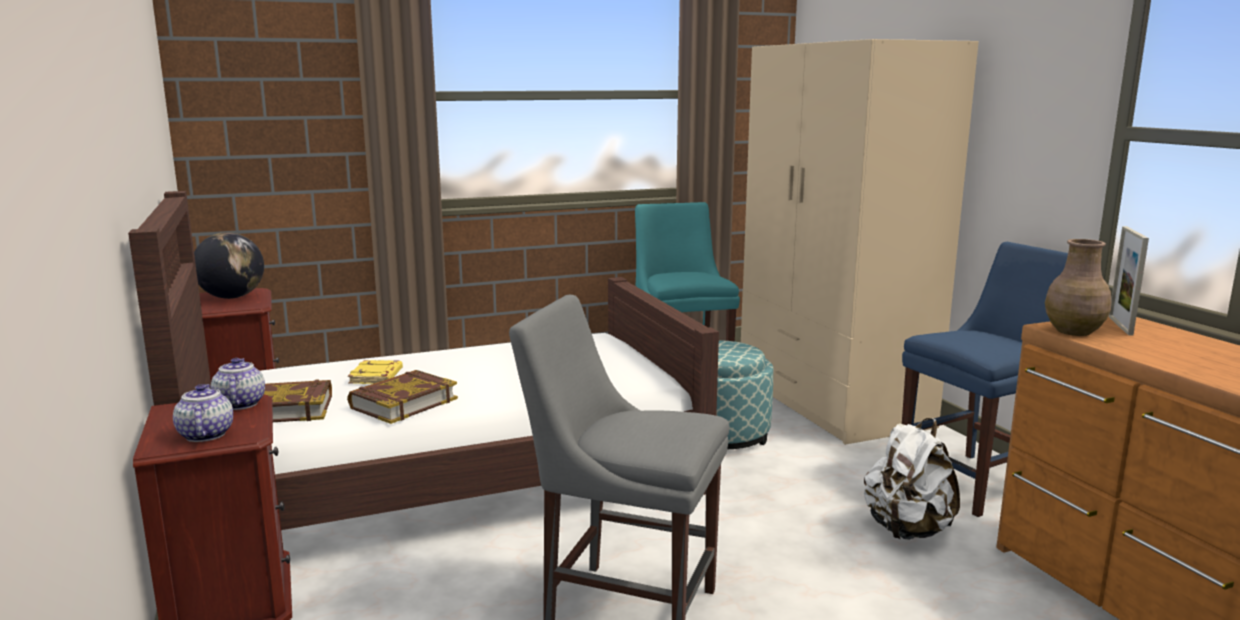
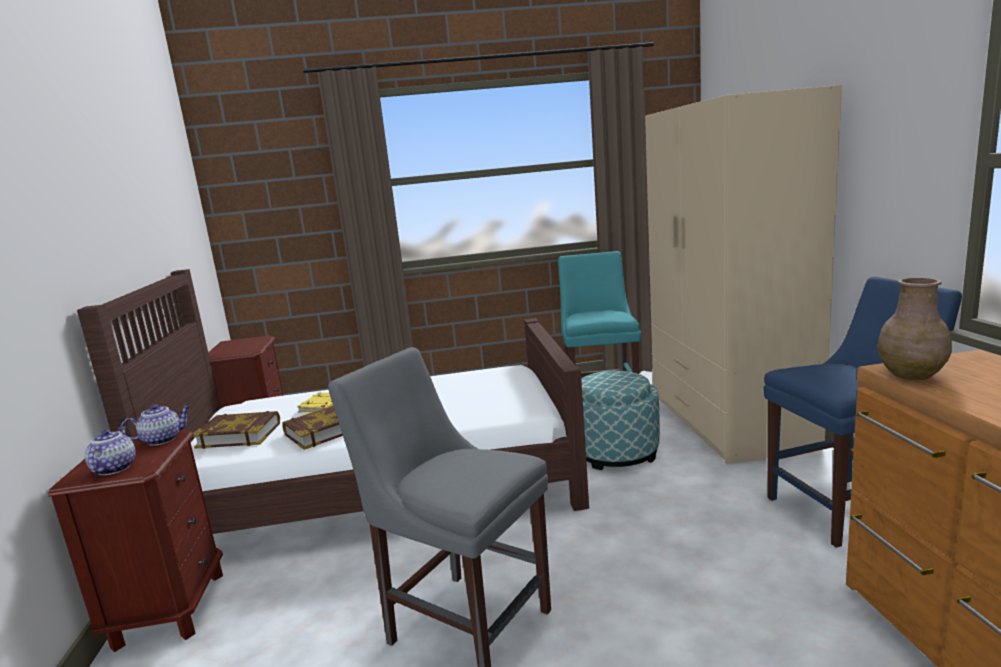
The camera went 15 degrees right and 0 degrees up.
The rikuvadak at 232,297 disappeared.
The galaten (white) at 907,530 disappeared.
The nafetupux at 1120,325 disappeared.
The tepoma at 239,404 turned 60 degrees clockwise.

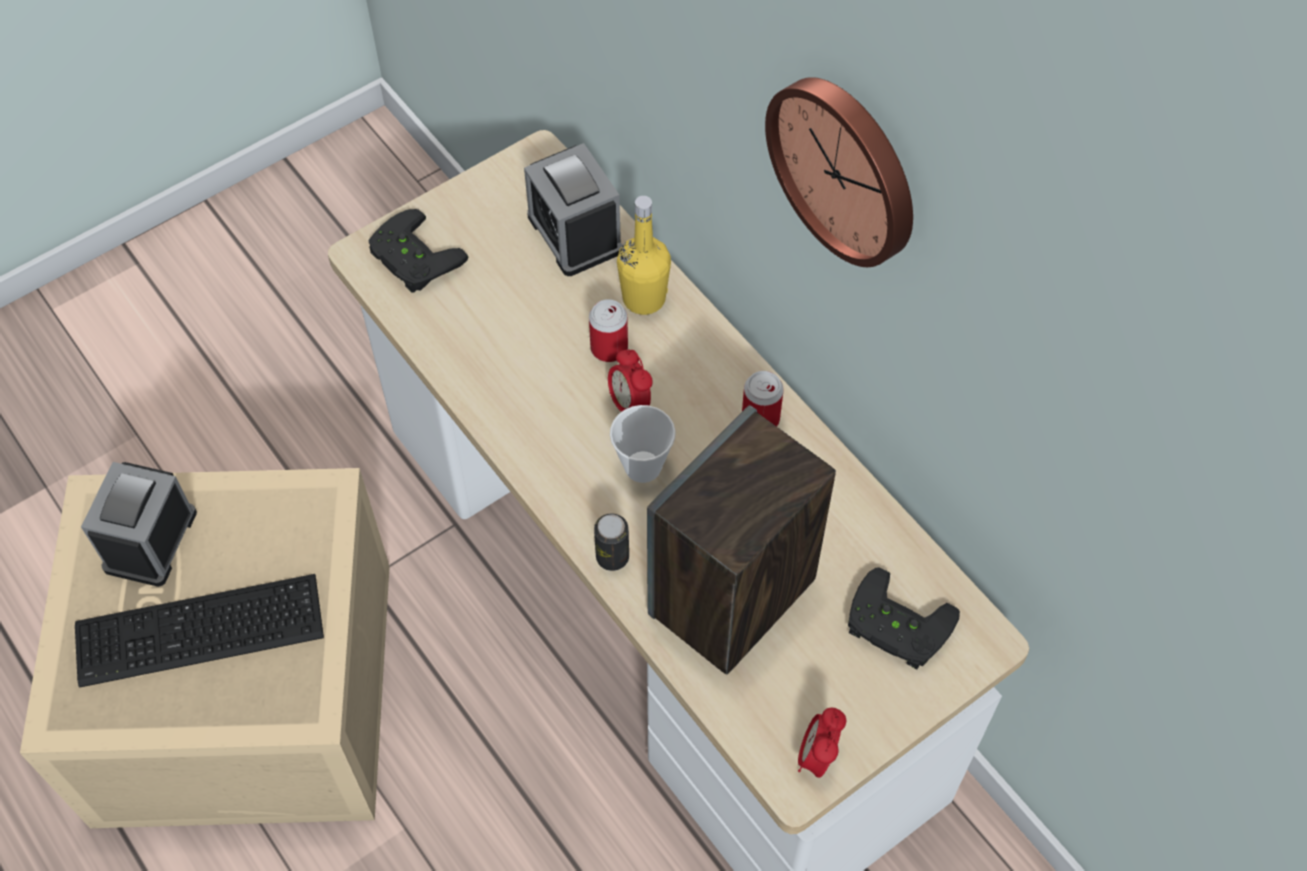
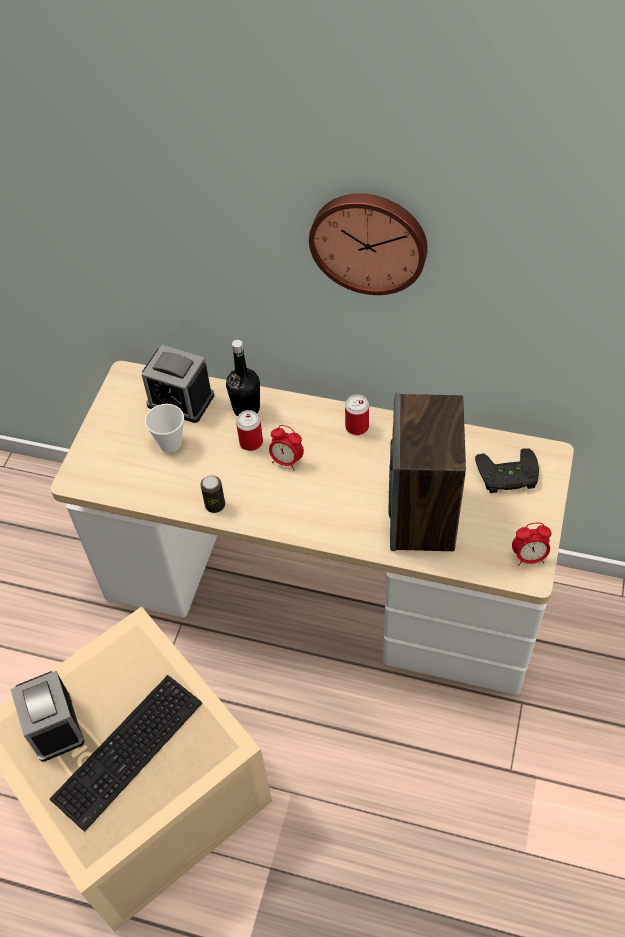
The camera went 35 degrees left and 5 degrees down.
The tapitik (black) at 411,259 disappeared.
The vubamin moved from 612,557 to 215,505.
The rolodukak moved from 643,466 to 170,443.
The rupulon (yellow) at 644,298 became the rupulon (black) at 246,408.
The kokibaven at 817,756 turned 75 degrees counterclockwise.

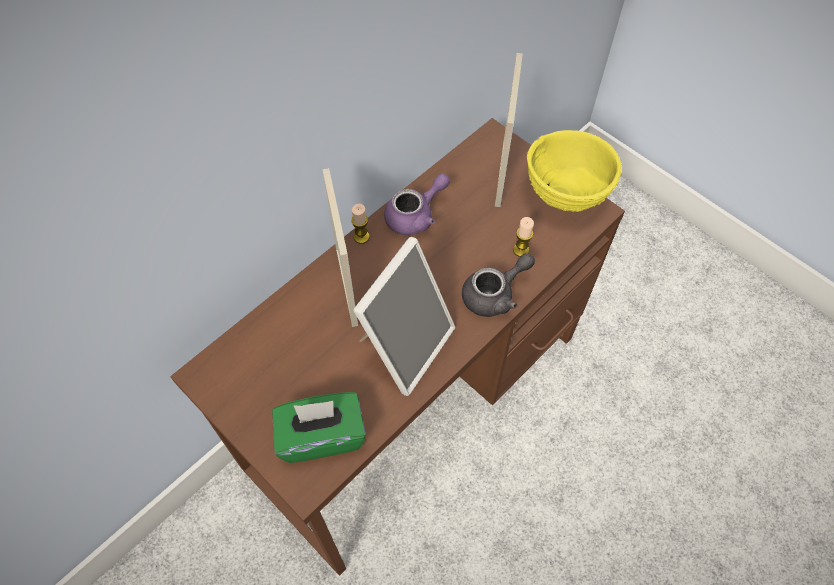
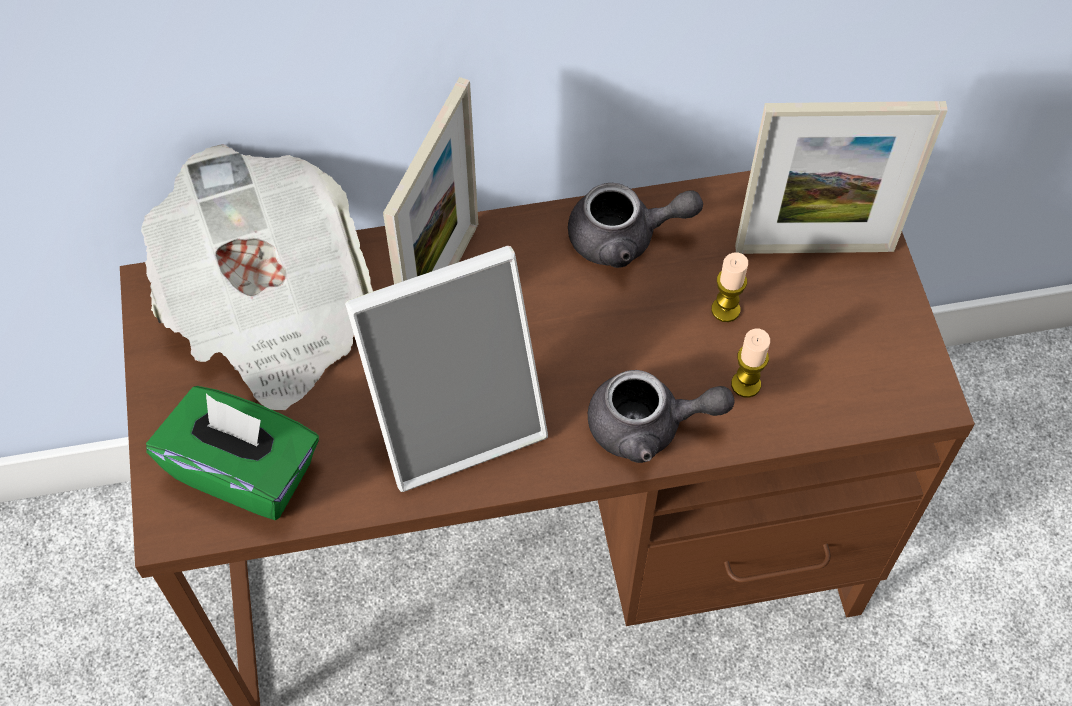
The camera went 35 degrees right and 0 degrees up.
The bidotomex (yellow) at 565,196 disappeared.
The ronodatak at 271,310 appeared.
The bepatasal moved from 361,237 to 725,309.
The tepoma (purple) at 415,215 became the tepoma (grey) at 625,238.
The nafetupux at 501,173 turned 45 degrees clockwise.

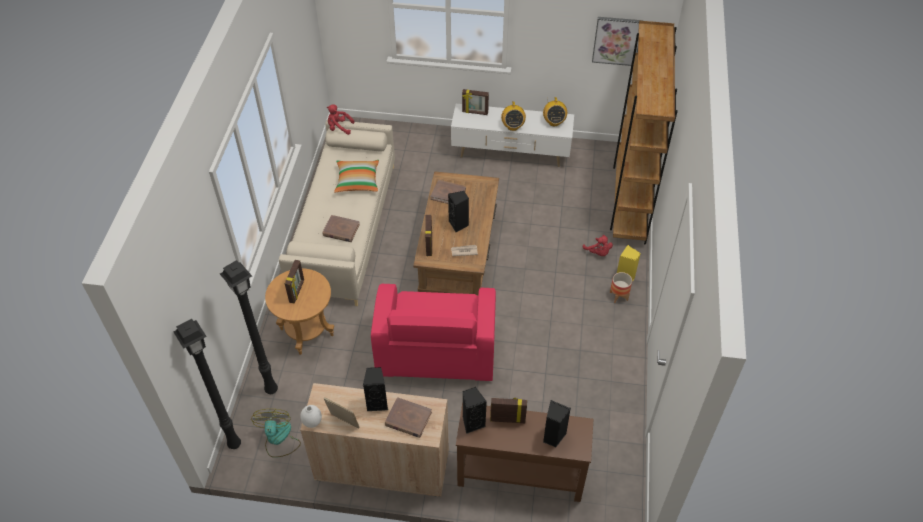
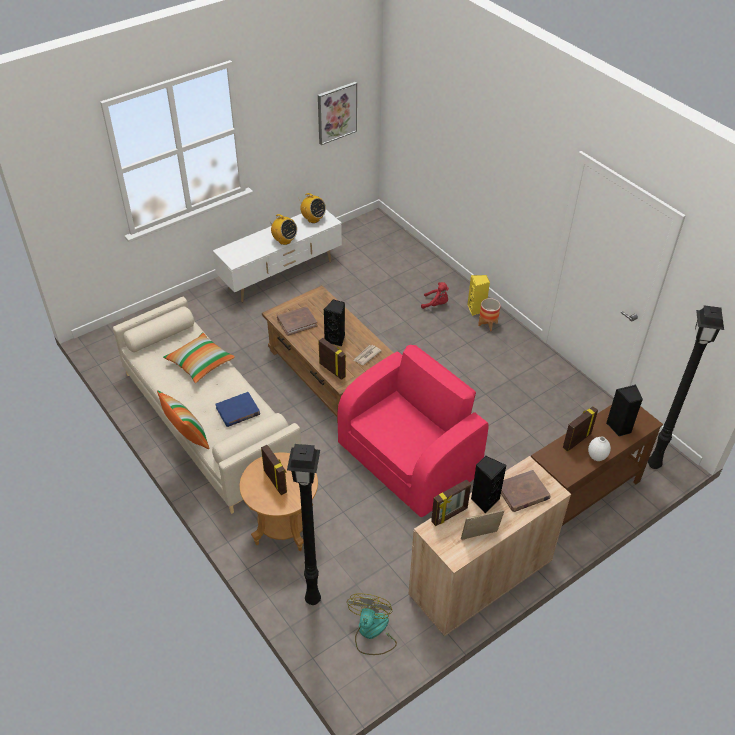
The camera went 45 degrees left and 5 degrees down.
The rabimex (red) at 339,127 disappeared.
The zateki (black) at 472,422 disappeared.
The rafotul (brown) at 629,200 disappeared.
The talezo at 187,436 appeared.
The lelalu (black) moved from 233,444 to 653,465.
The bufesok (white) moved from 312,423 to 596,457.
The nafetupux moved from 475,112 to 449,515.
The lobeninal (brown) at 341,230 became the lobeninal (blue) at 238,411.
The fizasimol at 278,439 turned 60 degrees clockwise.
The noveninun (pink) at 435,351 turned 90 degrees counterclockwise.

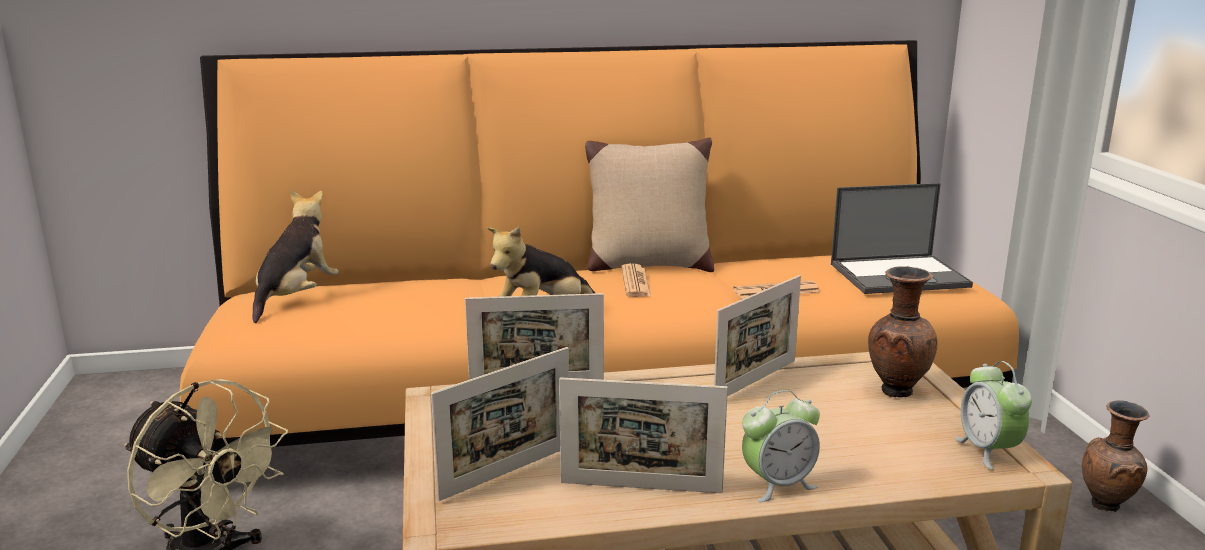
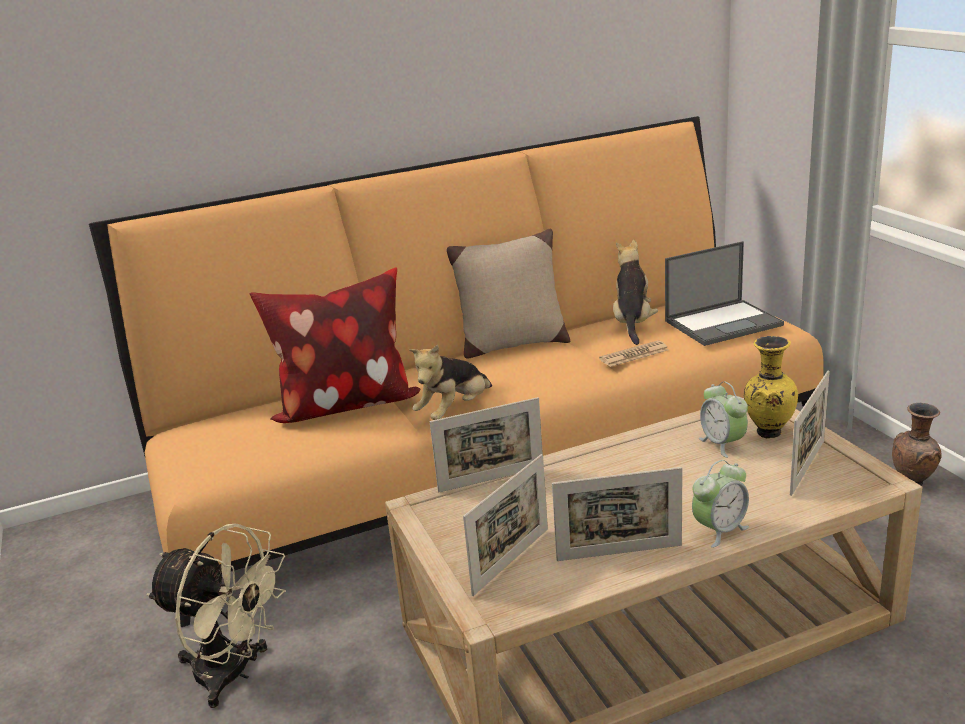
The camera went 10 degrees left and 5 degrees up.
The ronodatak at 635,282 disappeared.
The talezo at 345,405 appeared.
The rabimex moved from 296,297 to 632,323.
The nafetupux moved from 755,380 to 807,467.
The kokibaven moved from 988,450 to 722,444.
The bufesok (brown) at 895,391 became the bufesok (yellow) at 767,432.

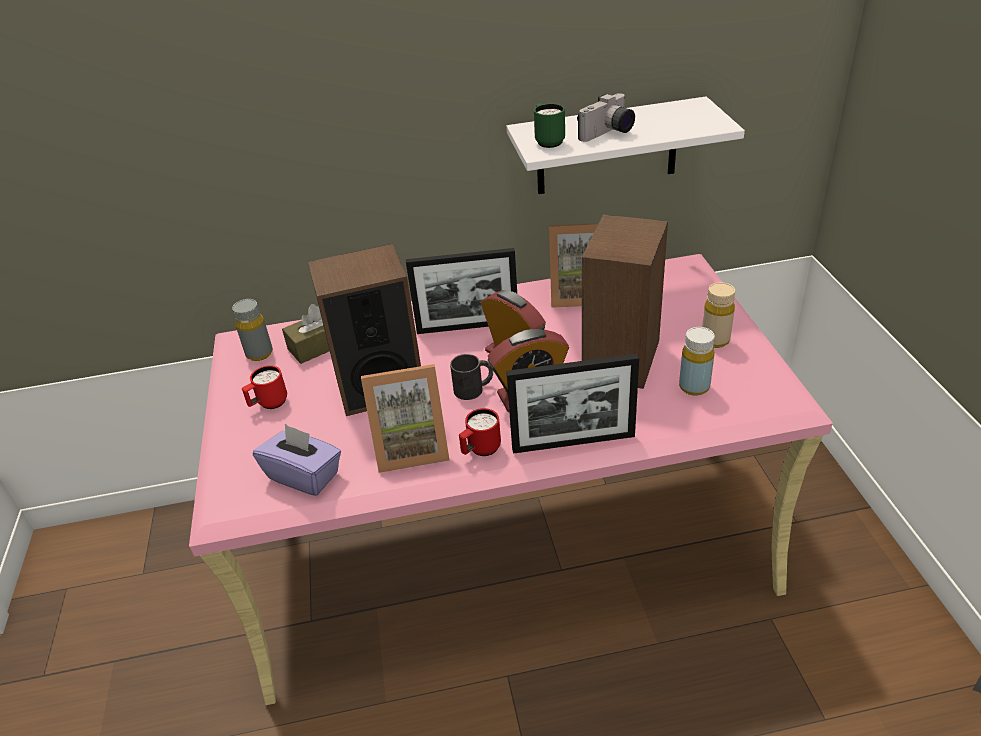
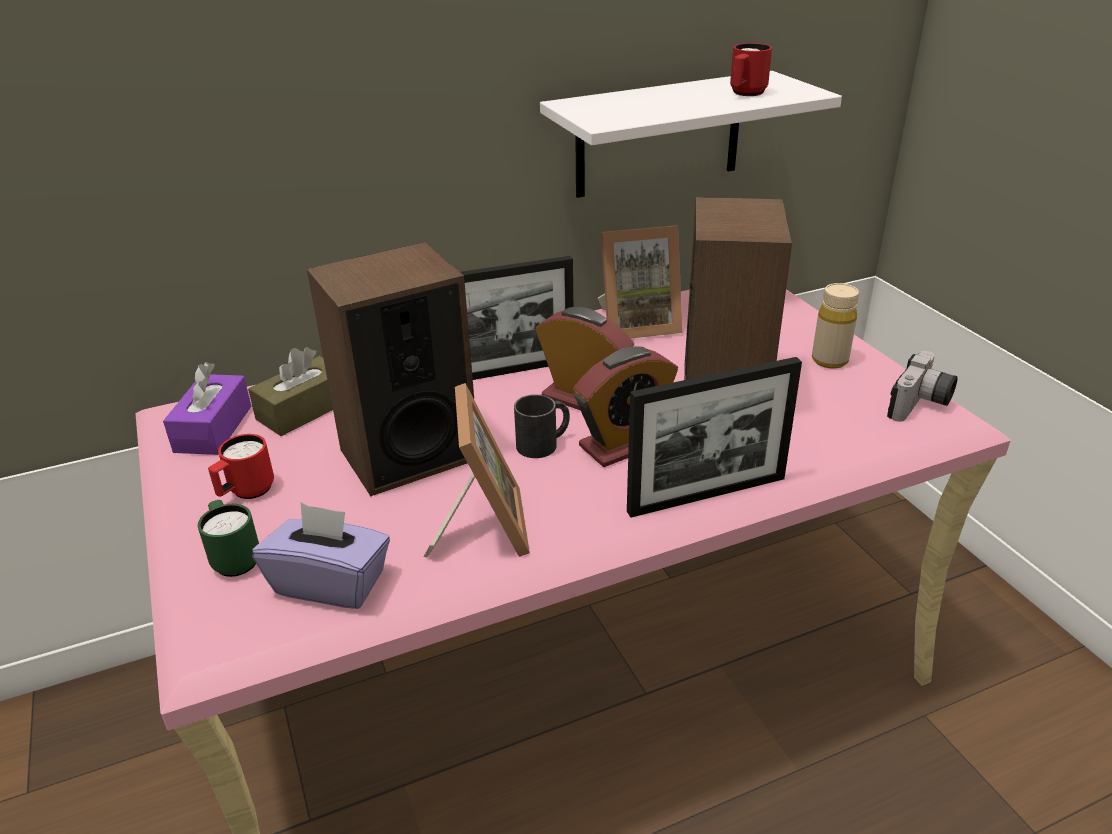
The camera went 15 degrees left and 5 degrees down.
The rupulon (yellow) at 694,387 disappeared.
The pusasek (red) moved from 480,450 to 745,94.
The pusasek (green) moved from 548,141 to 234,558.
The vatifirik moved from 608,133 to 921,405.
The rupulon (grey) at 259,353 was replaced by the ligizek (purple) at 213,429.
The nafetupux at 411,447 turned 75 degrees counterclockwise.

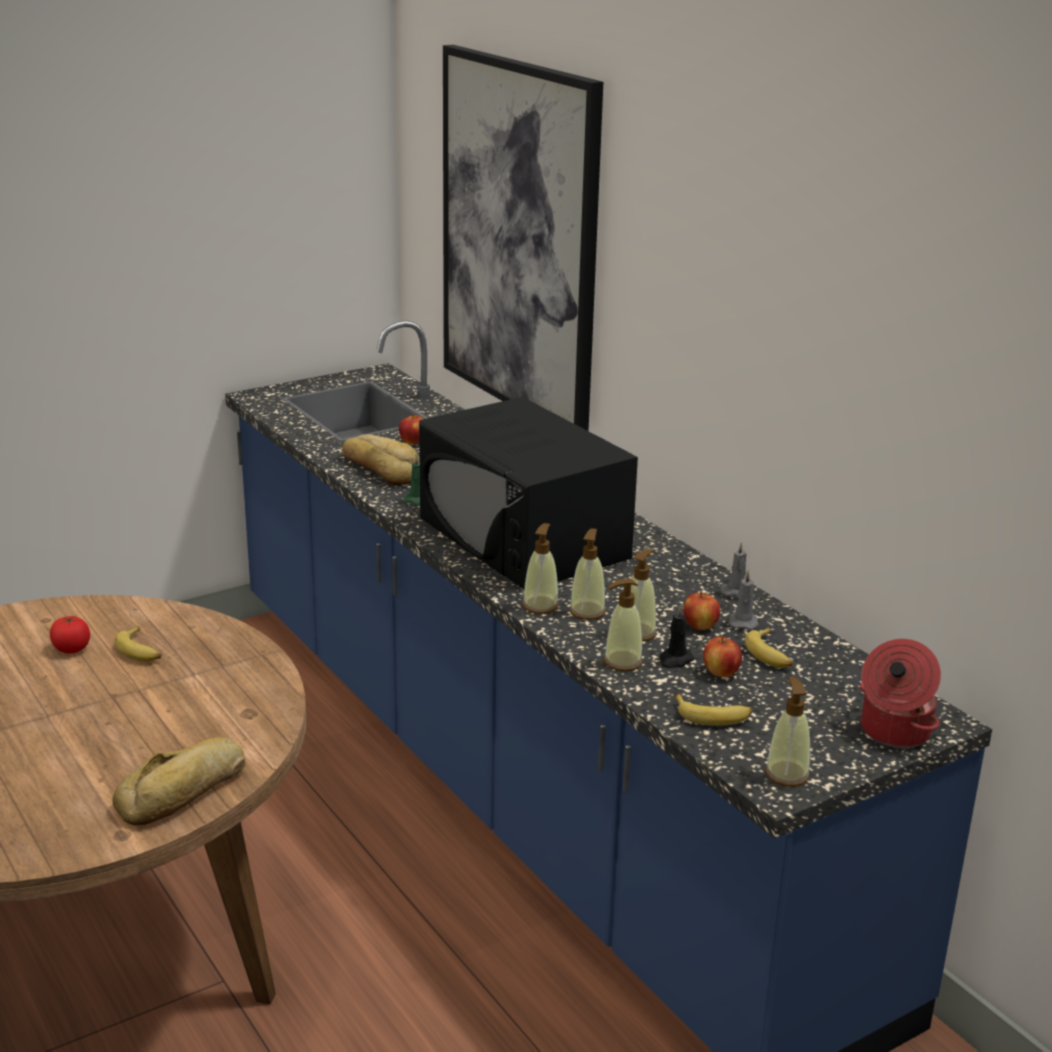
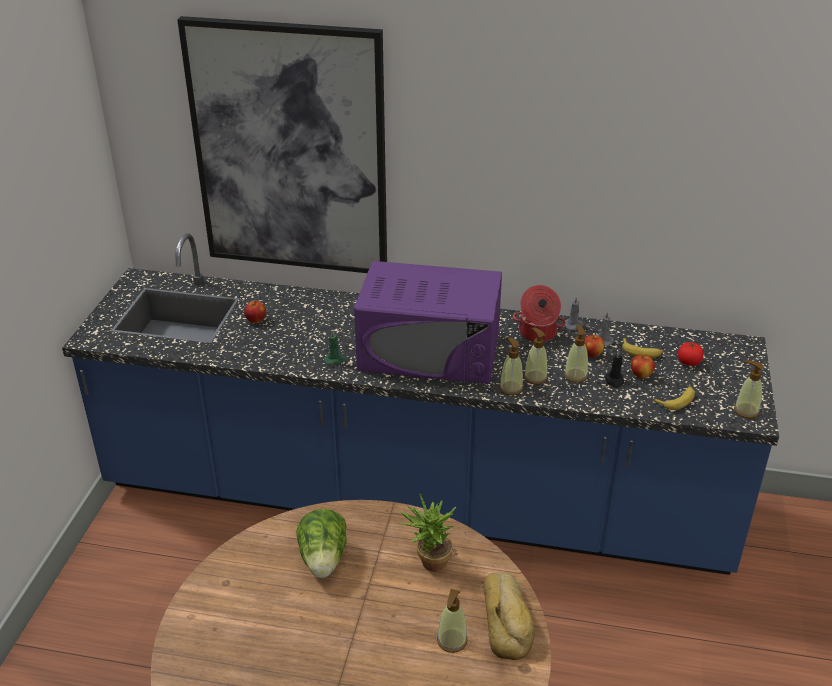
The camera went 45 degrees left and 10 degrees up.
The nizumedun at 382,468 disappeared.
The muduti at 428,563 appeared.
The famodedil moved from 71,649 to 688,362.
The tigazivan moved from 622,662 to 452,641.
The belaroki moved from 893,731 to 537,334.
The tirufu at 141,651 was replaced by the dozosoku at 323,559.
The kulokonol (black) at 523,538 became the kulokonol (purple) at 430,351.

